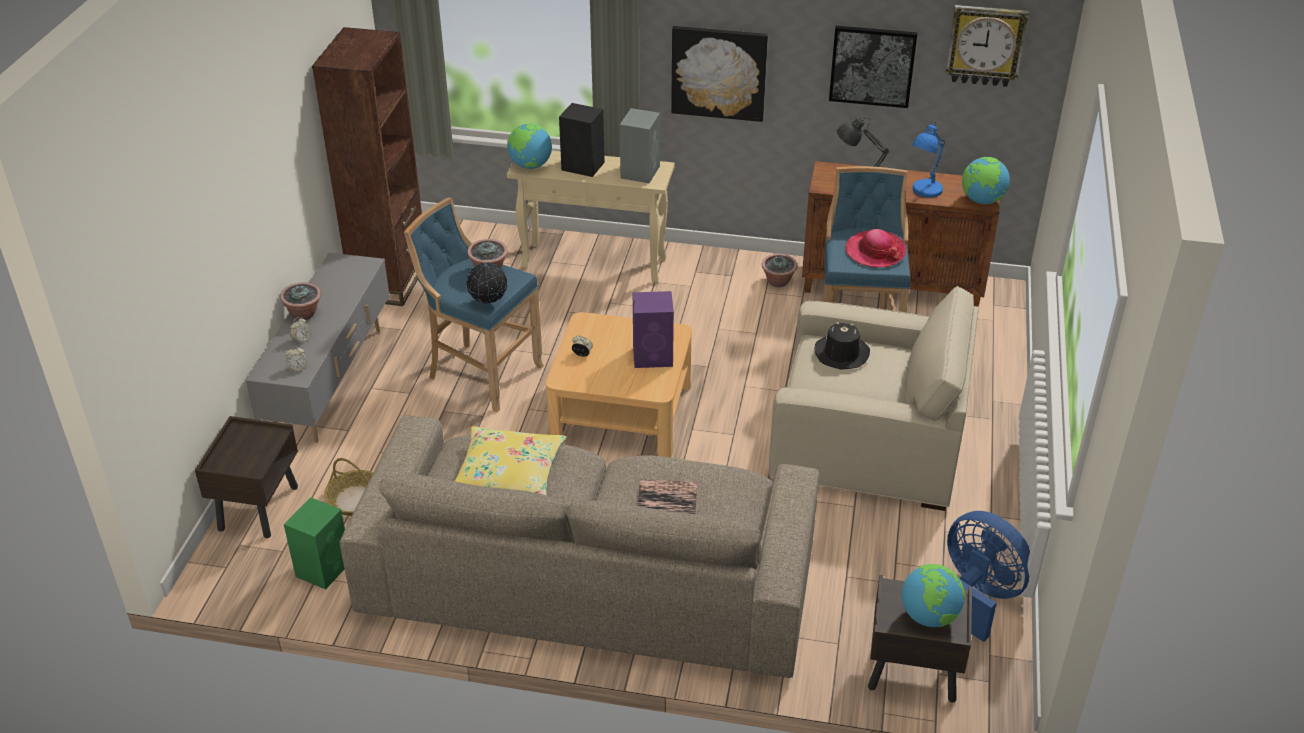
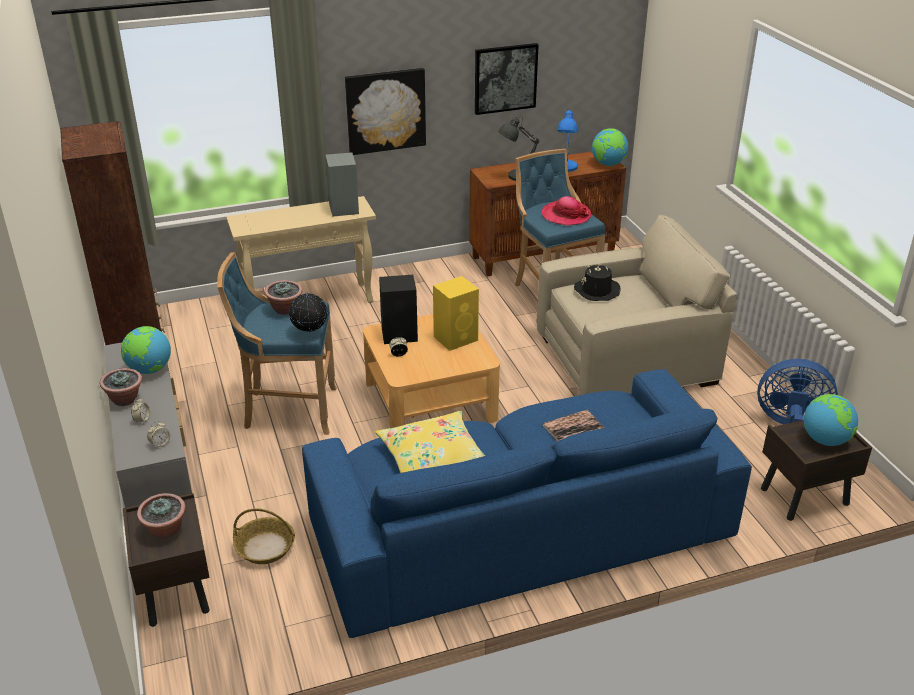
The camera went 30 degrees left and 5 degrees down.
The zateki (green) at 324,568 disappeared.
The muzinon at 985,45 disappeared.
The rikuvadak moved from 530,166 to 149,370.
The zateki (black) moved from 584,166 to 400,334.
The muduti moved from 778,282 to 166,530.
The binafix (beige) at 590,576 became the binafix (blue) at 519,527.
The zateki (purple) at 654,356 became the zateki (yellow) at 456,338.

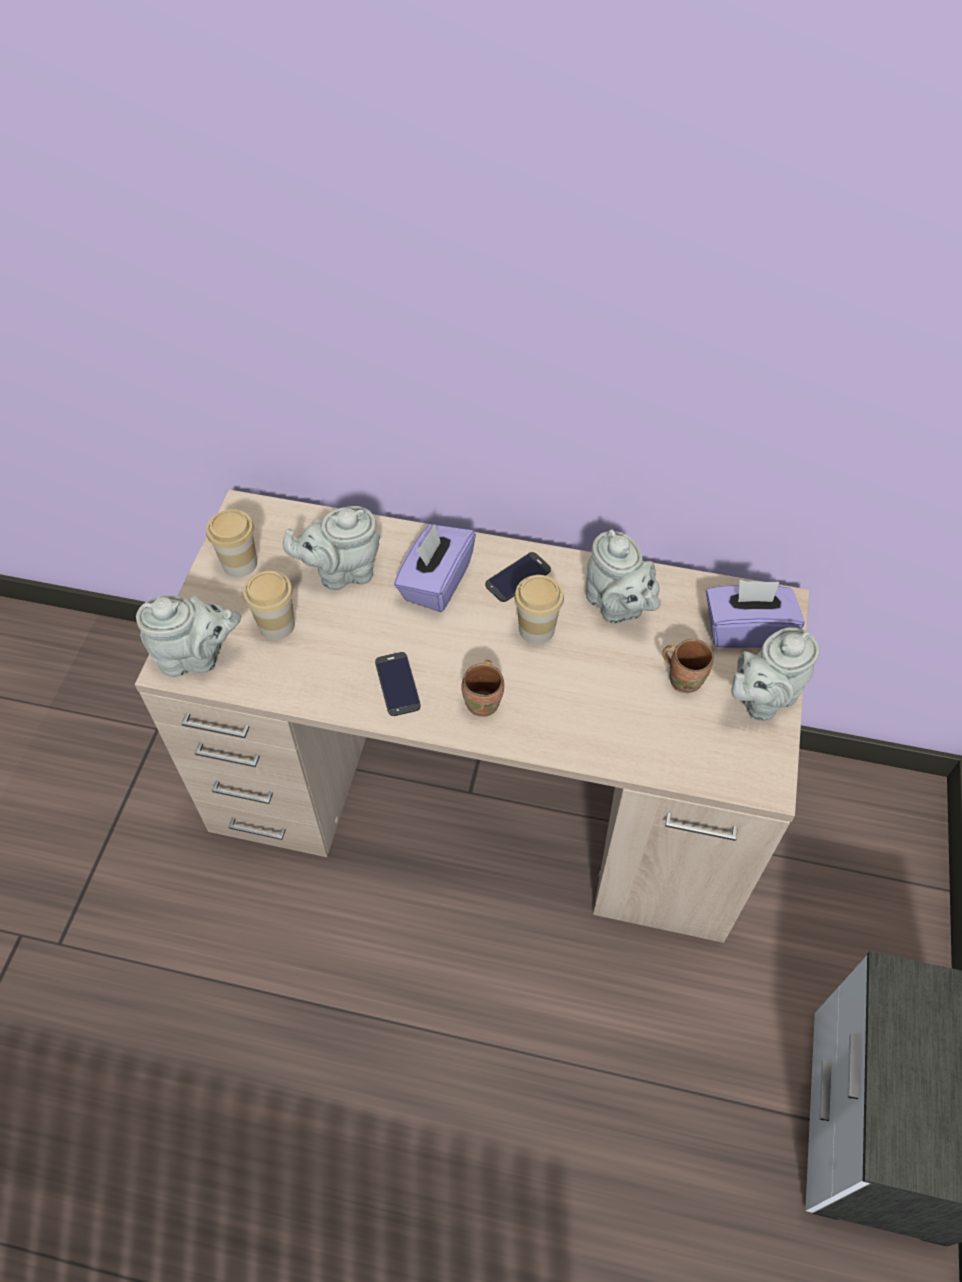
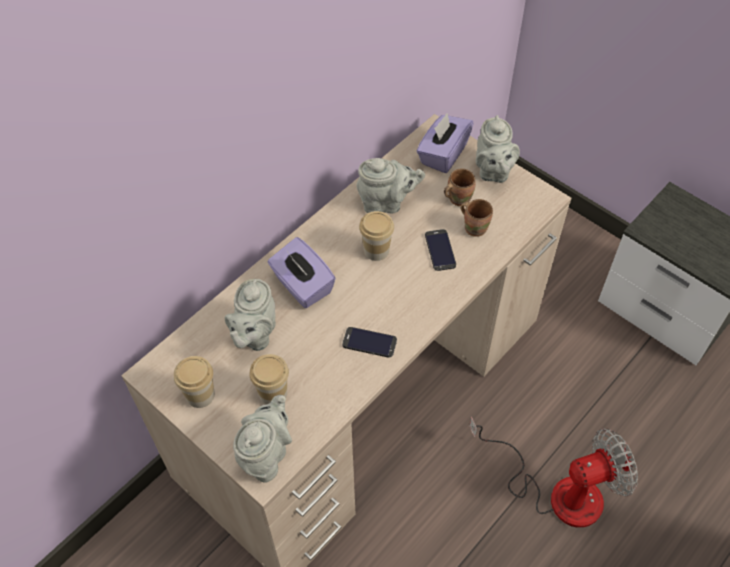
The camera went 60 degrees left and 0 degrees up.
The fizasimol at 558,491 appeared.
The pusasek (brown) moved from 485,702 to 475,227.
The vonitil moved from 518,577 to 440,250.

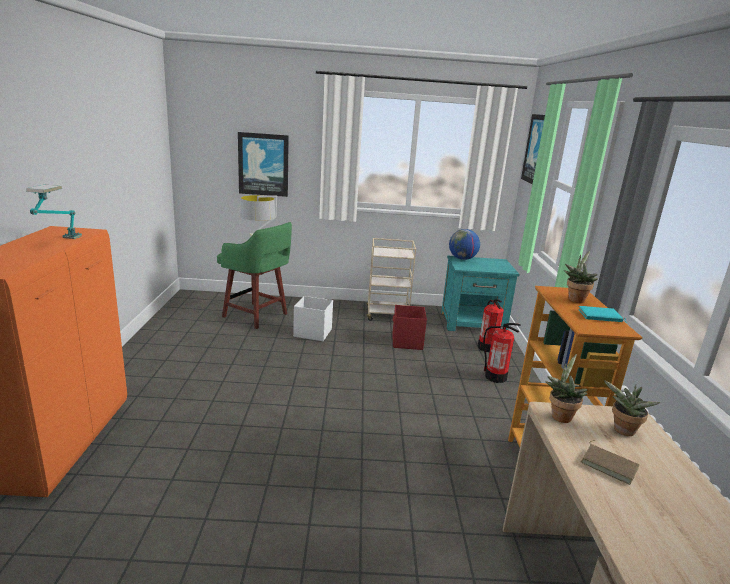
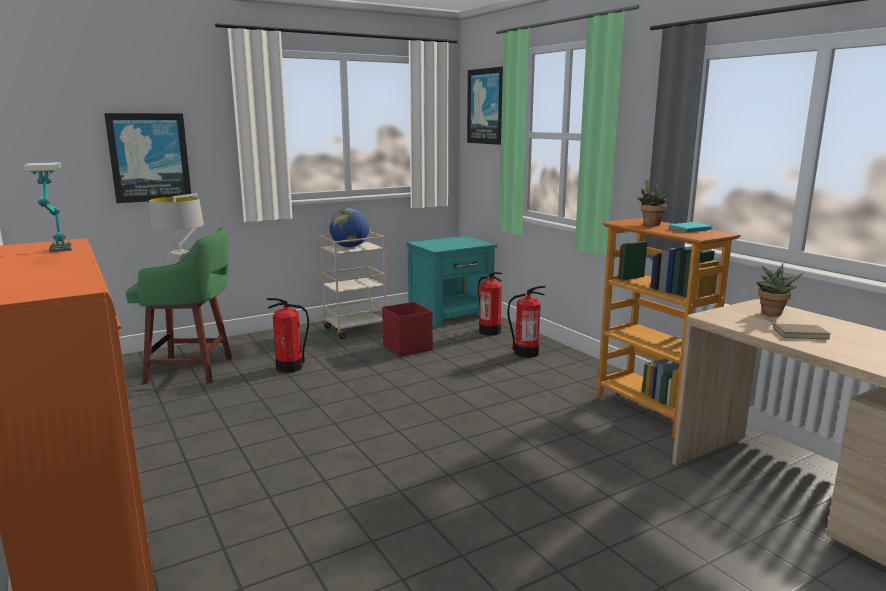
The camera went 30 degrees left and 5 degrees down.
The muduti at 560,415 disappeared.
The rikuvadak moved from 462,259 to 350,247.
The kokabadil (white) at 312,333 was replaced by the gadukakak at 290,368.

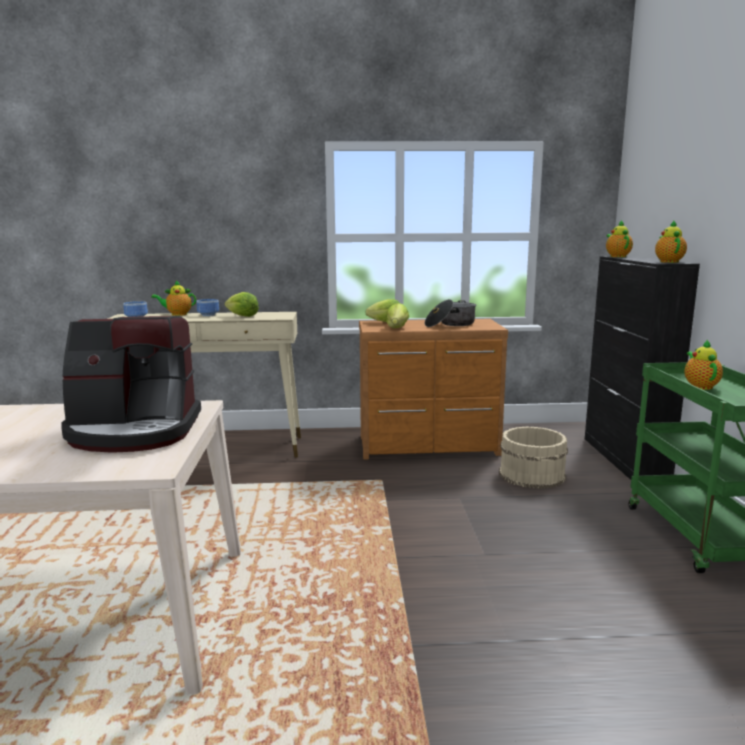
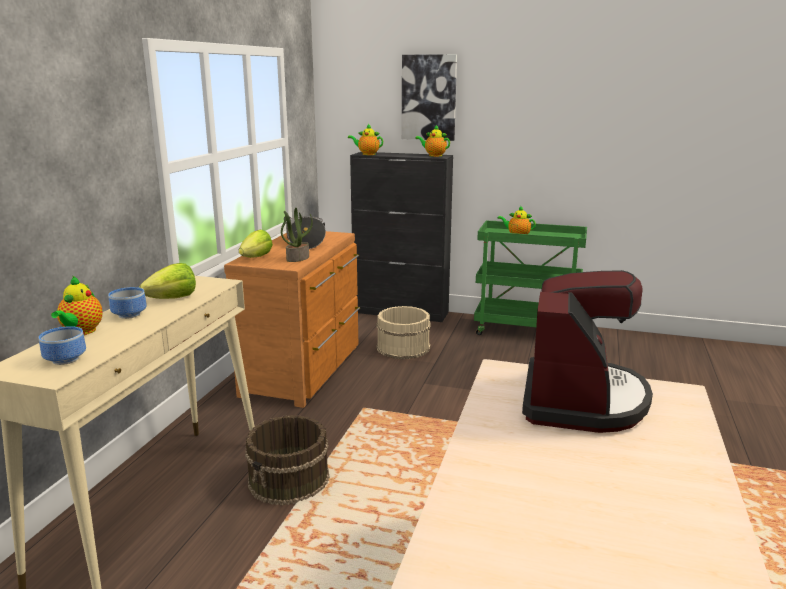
The camera went 70 degrees left and 5 degrees up.
The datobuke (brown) at 289,480 appeared.
The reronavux at 429,97 appeared.
The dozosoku at 397,328 was replaced by the muduti at 297,258.

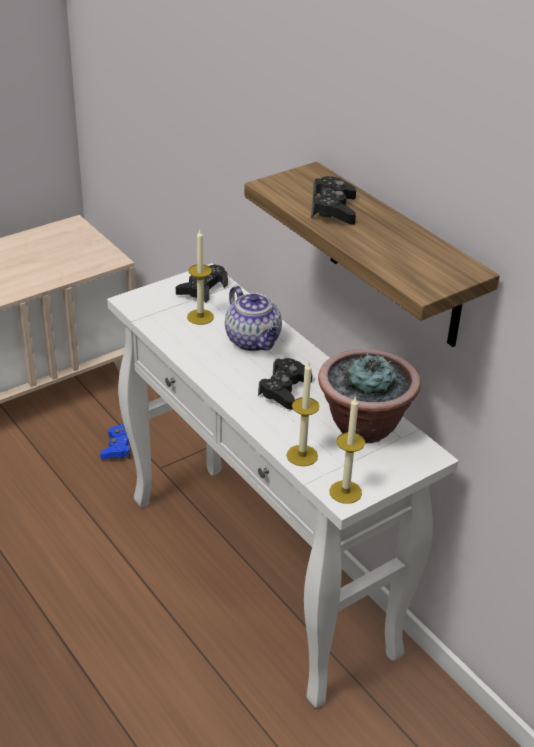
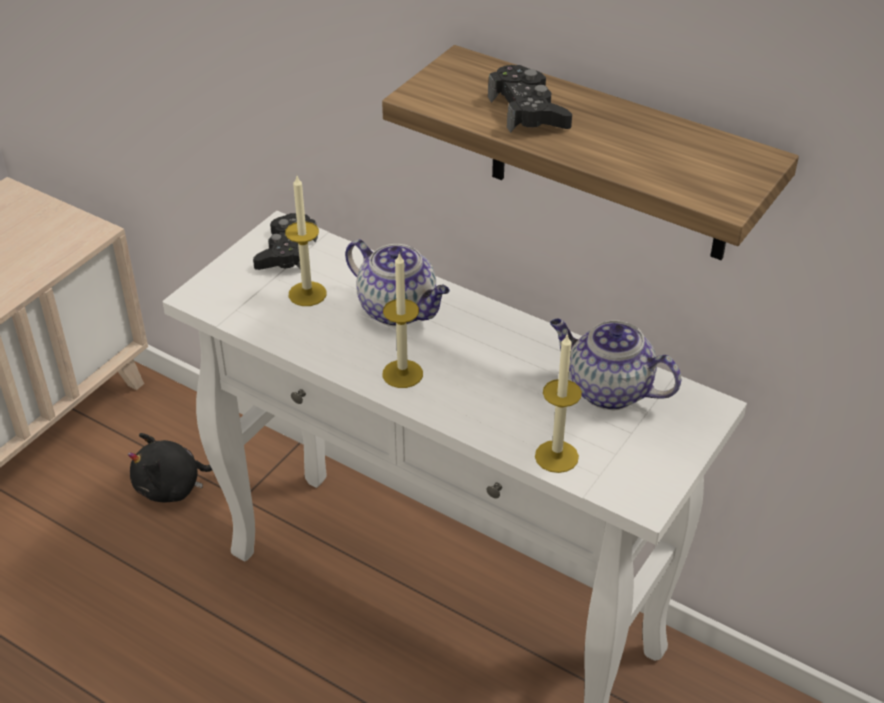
The camera went 20 degrees left and 5 degrees up.
The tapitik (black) at 284,389 disappeared.
The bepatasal moved from 345,492 to 402,374.
The tapitik (blue) at 119,447 was replaced by the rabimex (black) at 173,486.
The muduti at 363,425 was replaced by the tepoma at 607,390.

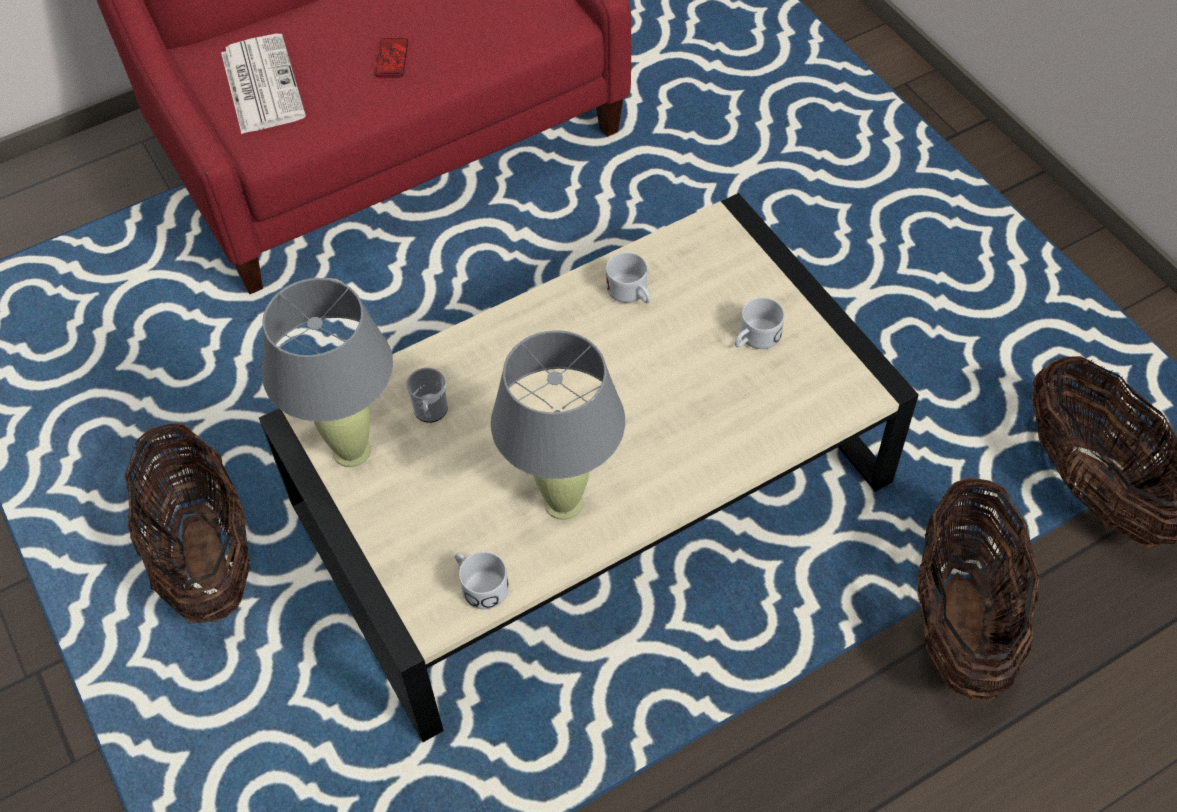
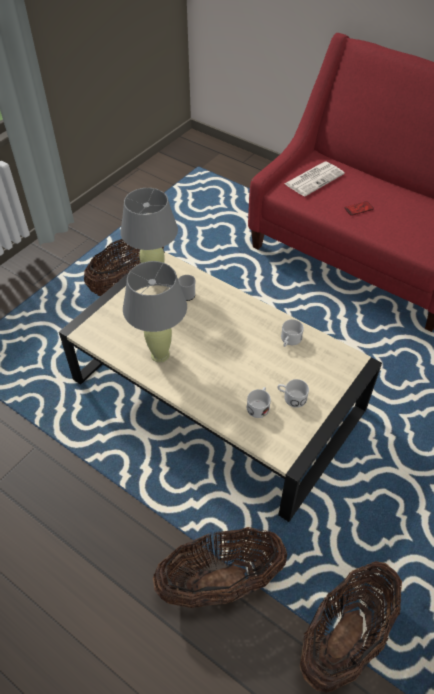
The camera went 65 degrees right and 5 degrees down.
The pusasek (white) moved from 479,584 to 259,406.

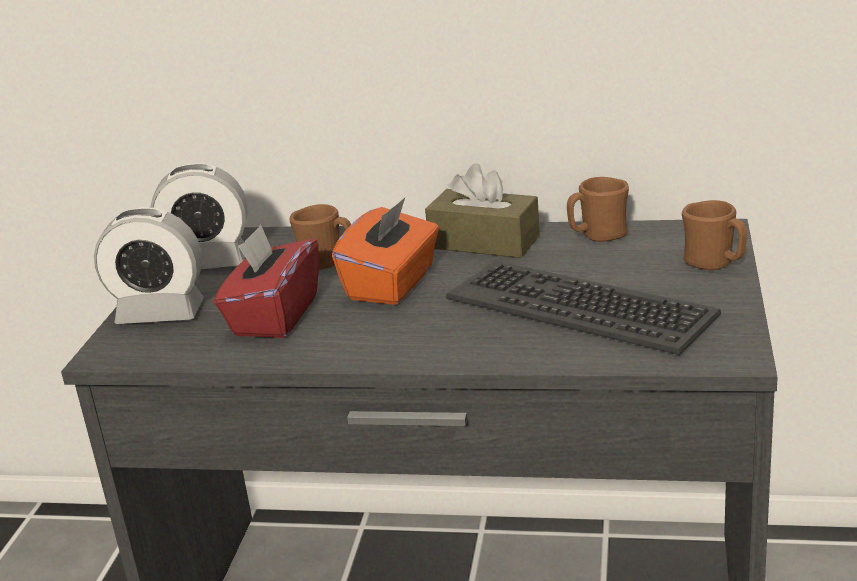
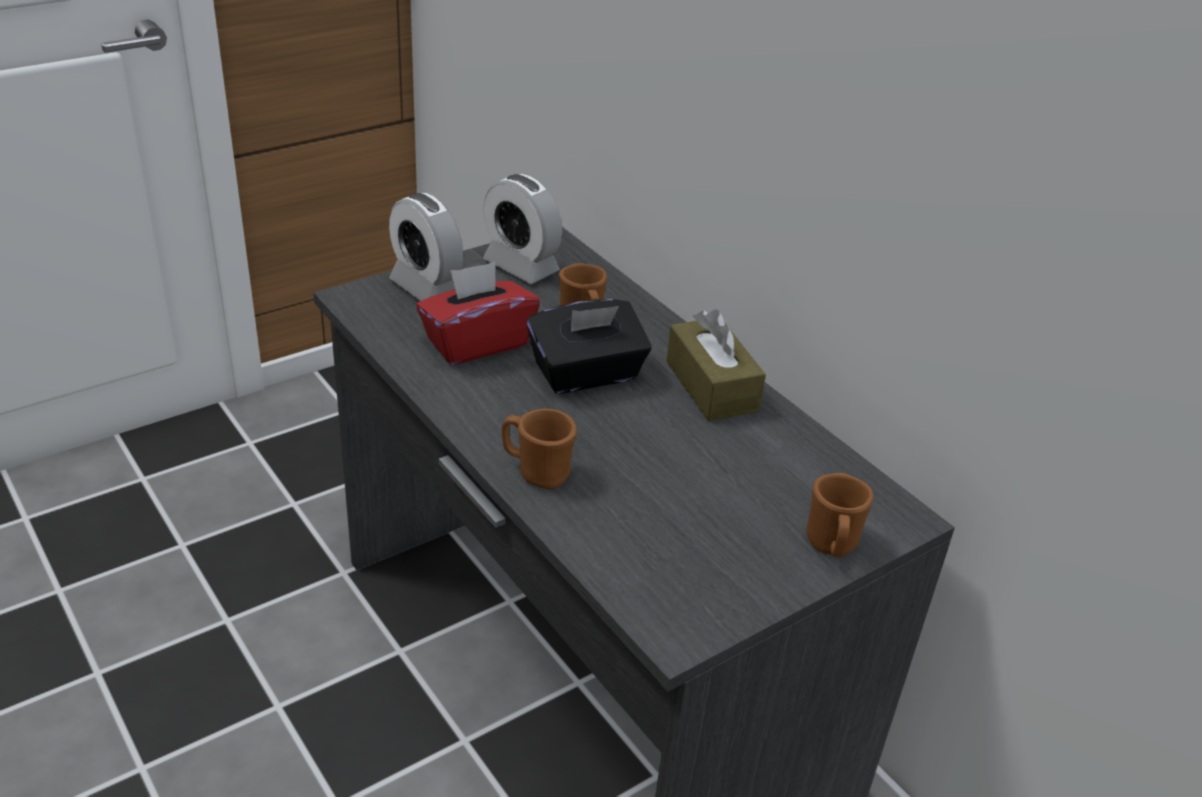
The camera went 40 degrees right and 10 degrees up.
The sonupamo at 580,306 disappeared.
The pusasek (brown) moved from 598,236 to 537,472.
The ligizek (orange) at 392,284 became the ligizek (black) at 587,374.

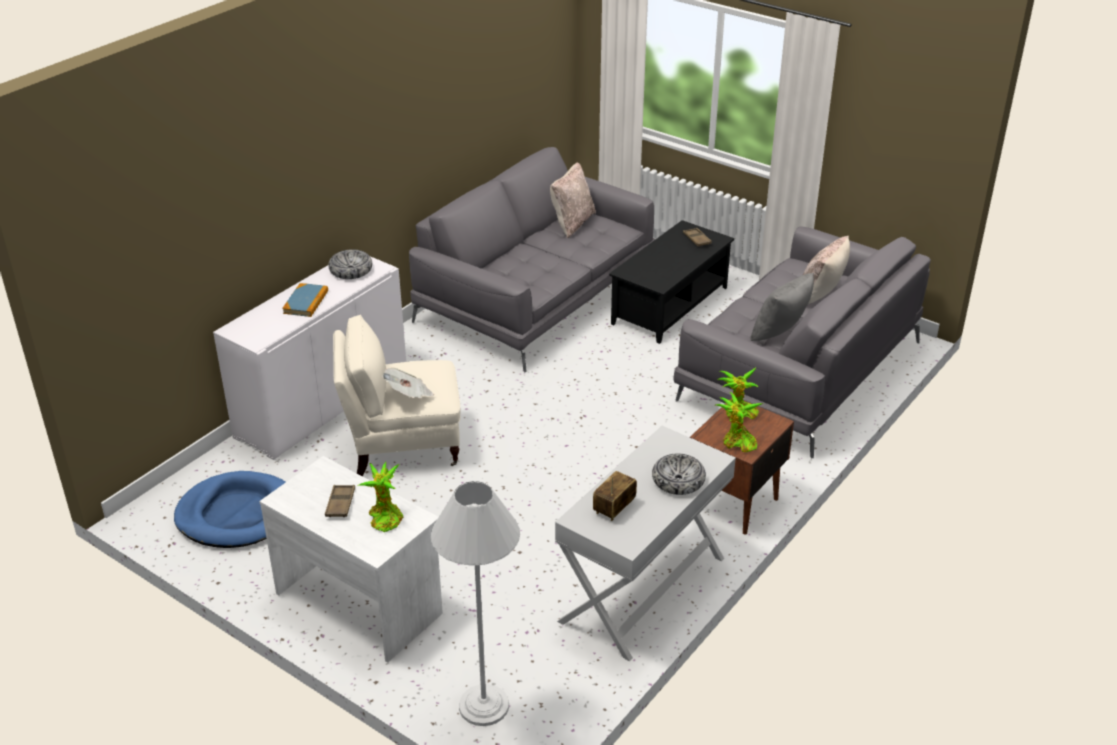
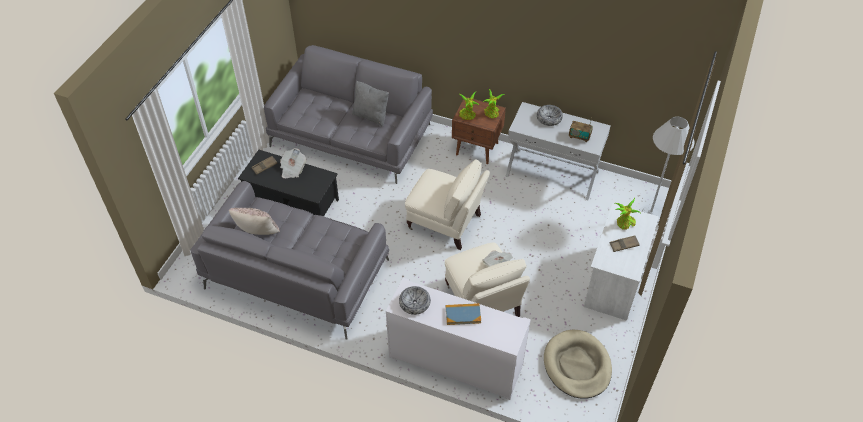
The camera went 105 degrees left and 15 degrees up.
The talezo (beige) at 820,296 disappeared.
The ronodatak at 292,169 appeared.
The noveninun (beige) at 446,223 appeared.
The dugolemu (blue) at 236,514 became the dugolemu (beige) at 577,366.

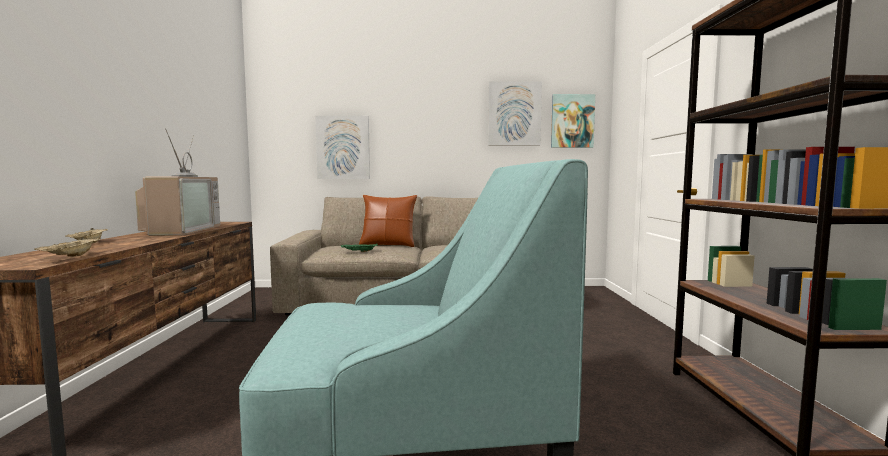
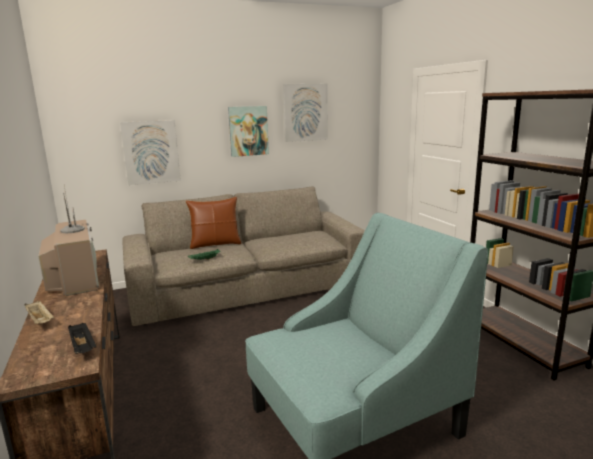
The camera went 20 degrees left and 10 degrees up.
The reronavux moved from 572,121 to 248,131.
The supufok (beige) at 71,257 became the supufok (black) at 83,347.

